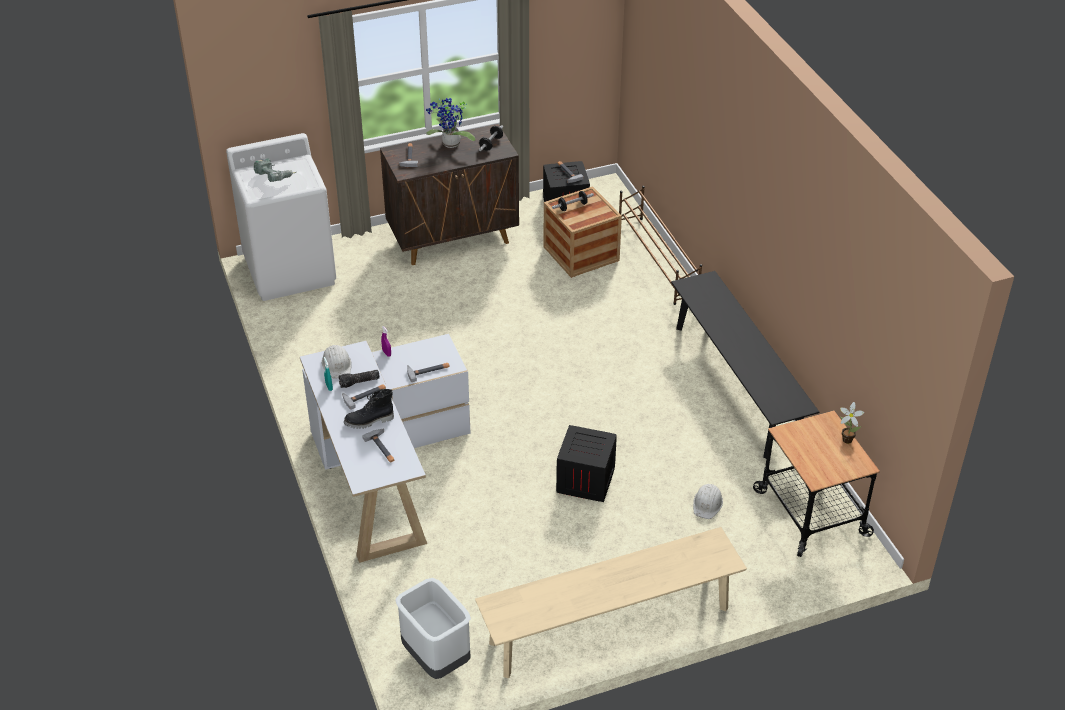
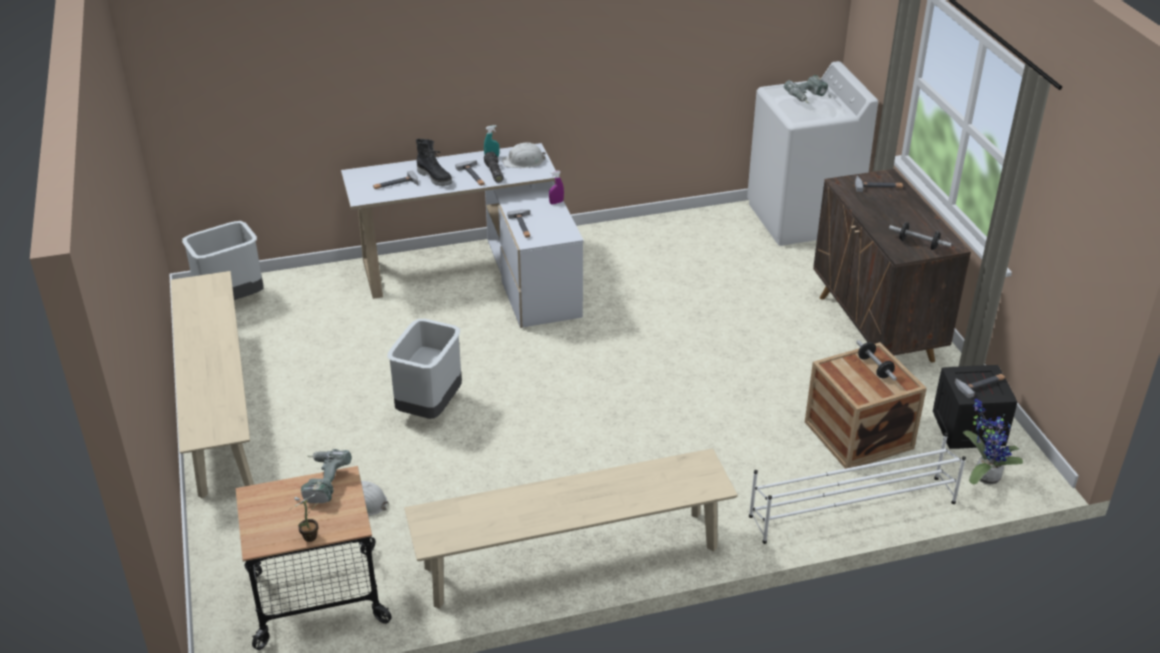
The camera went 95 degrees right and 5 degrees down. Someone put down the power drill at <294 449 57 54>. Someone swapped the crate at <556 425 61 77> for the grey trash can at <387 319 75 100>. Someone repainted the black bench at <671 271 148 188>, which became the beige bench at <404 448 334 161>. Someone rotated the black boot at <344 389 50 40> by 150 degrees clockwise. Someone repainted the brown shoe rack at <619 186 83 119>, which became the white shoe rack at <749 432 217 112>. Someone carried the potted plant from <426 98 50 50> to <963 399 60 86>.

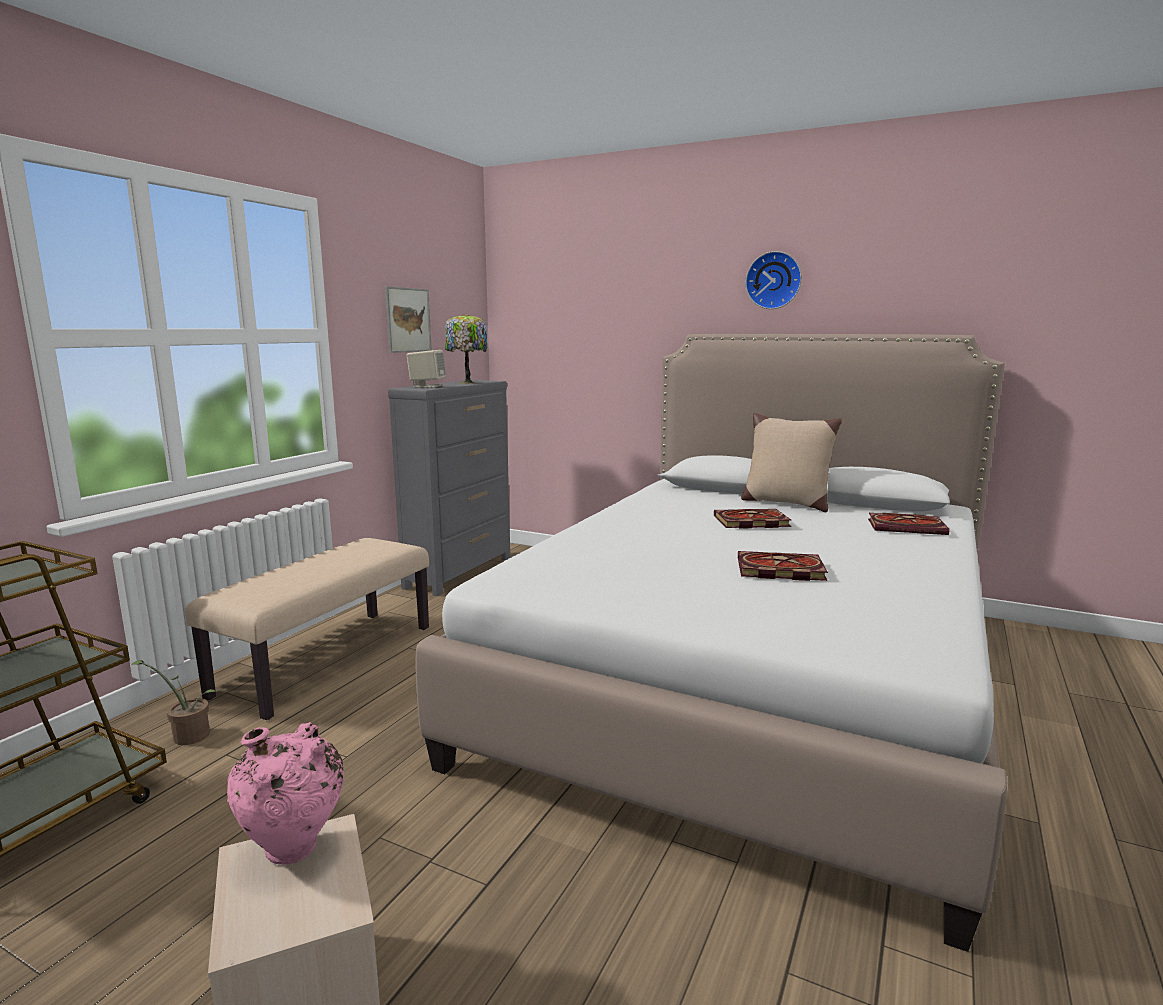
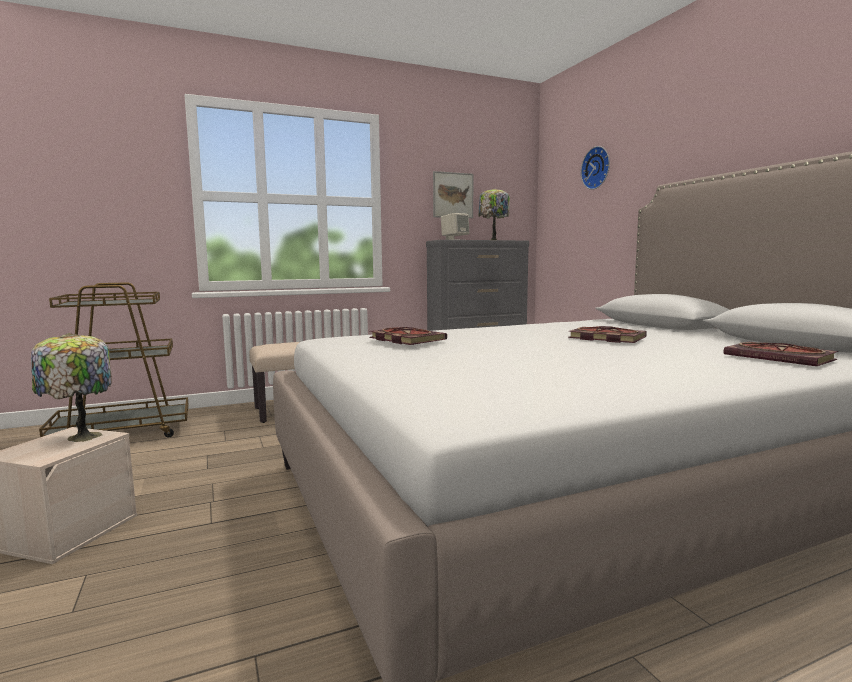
The camera went 40 degrees right and 5 degrees down. Someone swapped the pink vase at <227 722 117 143> for the table lamp at <31 333 81 109>. Someone carried the book from <738 551 90 30> to <369 327 78 18>. Someone carried the wall clock from <745 251 57 58> to <581 146 29 44>. Someone took away the potted plant at <131 660 86 85>. Someone took away the beige pillow at <741 413 101 99>.

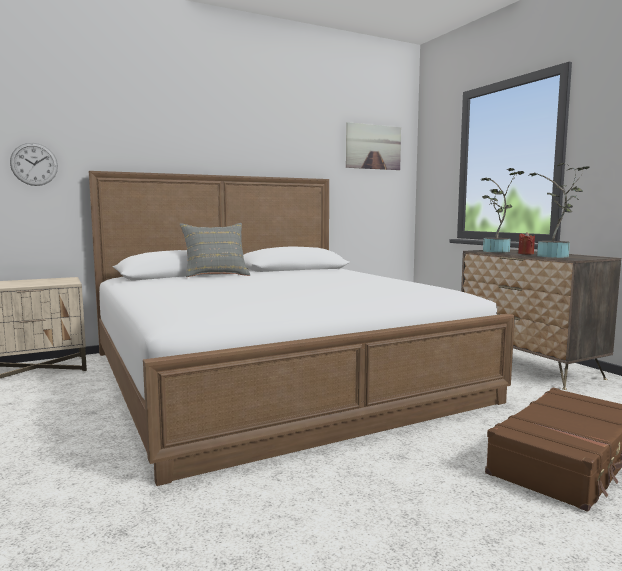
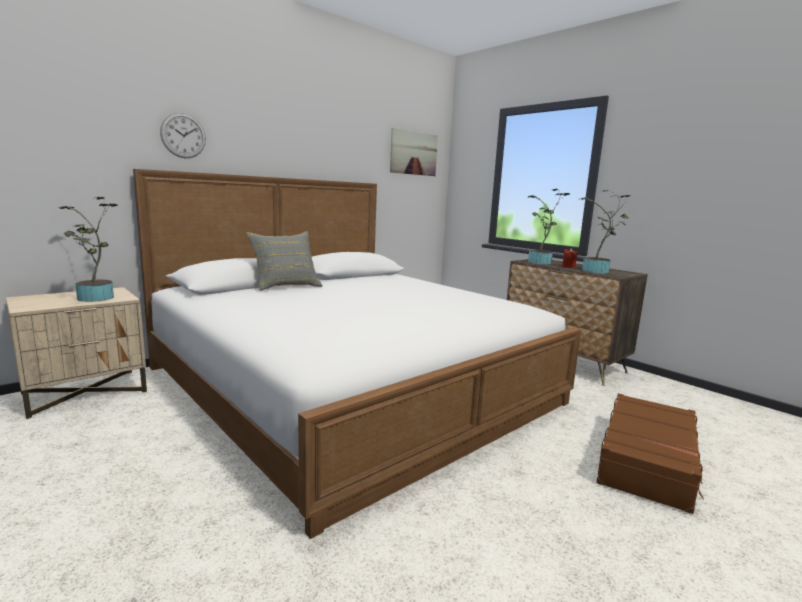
The camera went 15 degrees left and 5 degrees up. Someone put down the potted plant at <58 197 60 105>. Someone carried the wall clock from <10 143 48 43> to <160 113 46 45>.

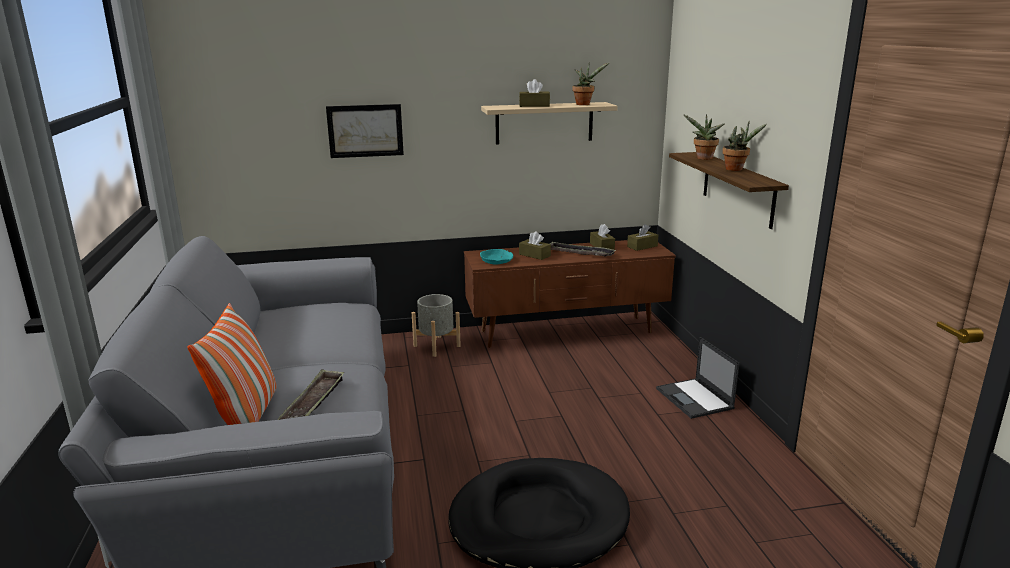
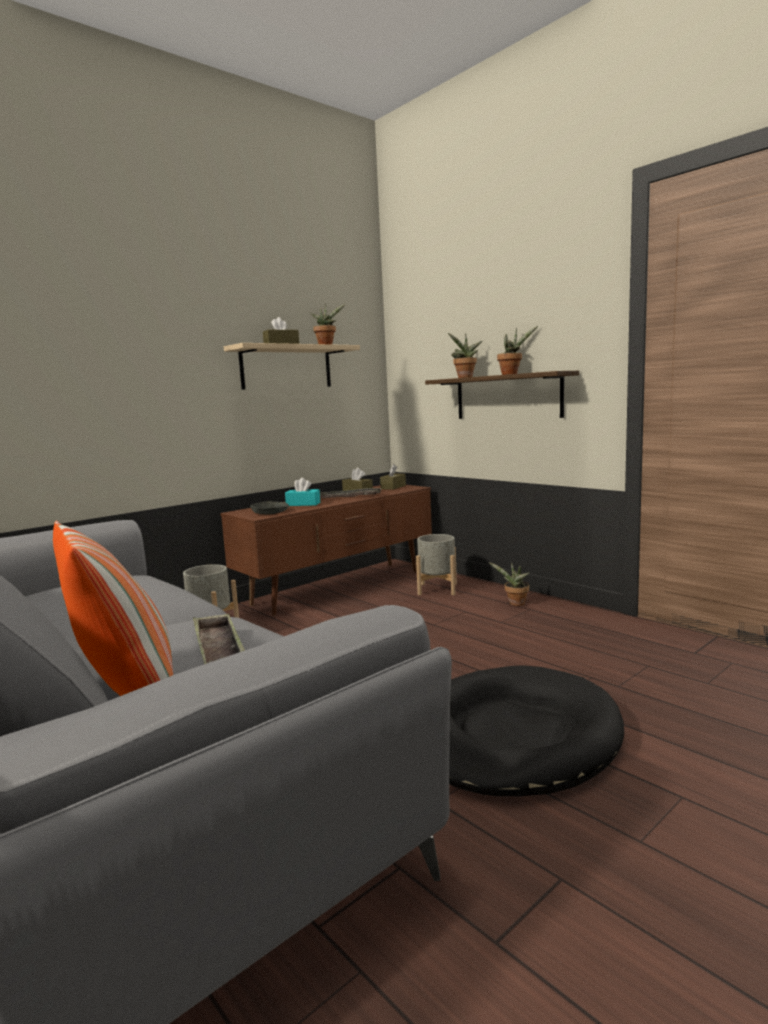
The camera went 30 degrees left and 10 degrees down. Someone repainted the turquoise bowl at <480 249 33 16>, which became the grey bowl at <250 501 39 14>. Someone repainted the brown tissue box at <519 231 32 29>, which became the turquoise tissue box at <285 478 35 28>. Someone put down the grey planter at <416 534 41 61>. Someone swapped the laptop at <656 337 83 82> for the potted plant at <489 562 40 44>. Someone took away the picture at <326 104 78 54>.

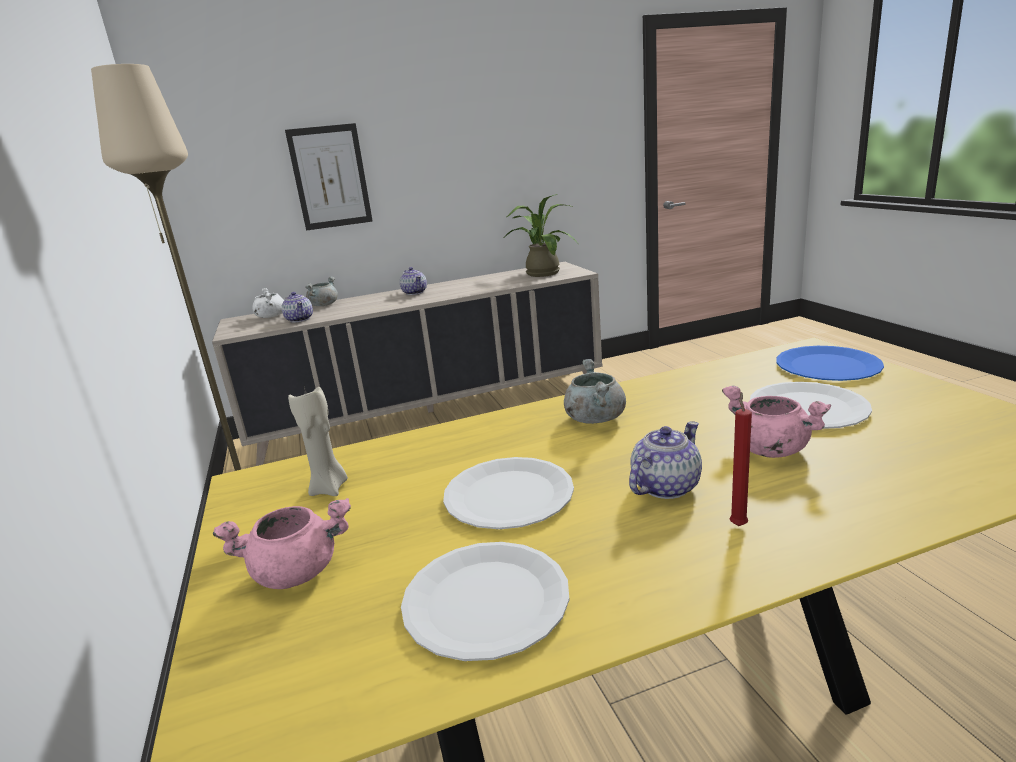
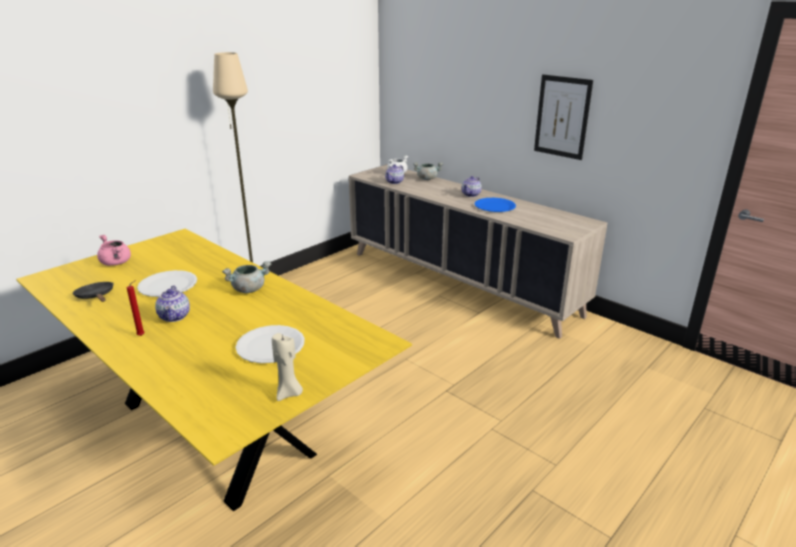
The camera went 60 degrees right and 5 degrees up. Someone swapped the white plate at <401 542 168 119> for the black frying pan at <73 282 41 20>. Someone rotated the teapot at <629 422 73 77> by 60 degrees clockwise. Someone carried the beige candle from <288 387 60 109> to <272 333 31 68>. Someone carried the blue plate from <776 346 108 35> to <475 198 41 14>. Someone carried the picture from <285 123 88 108> to <534 74 59 86>. Someone took away the potted plant at <504 194 74 83>. Someone took away the pink cooking pot at <722 386 109 72>.

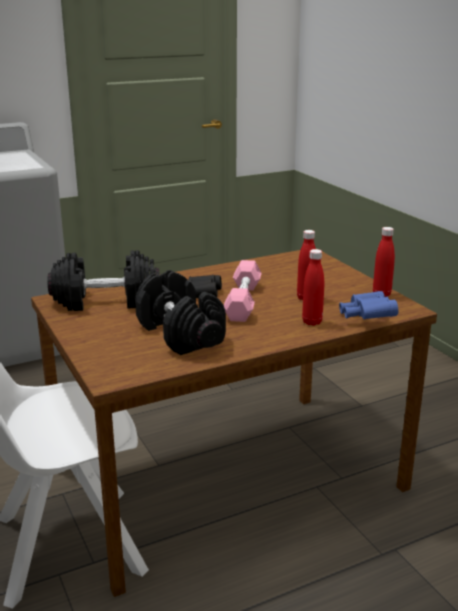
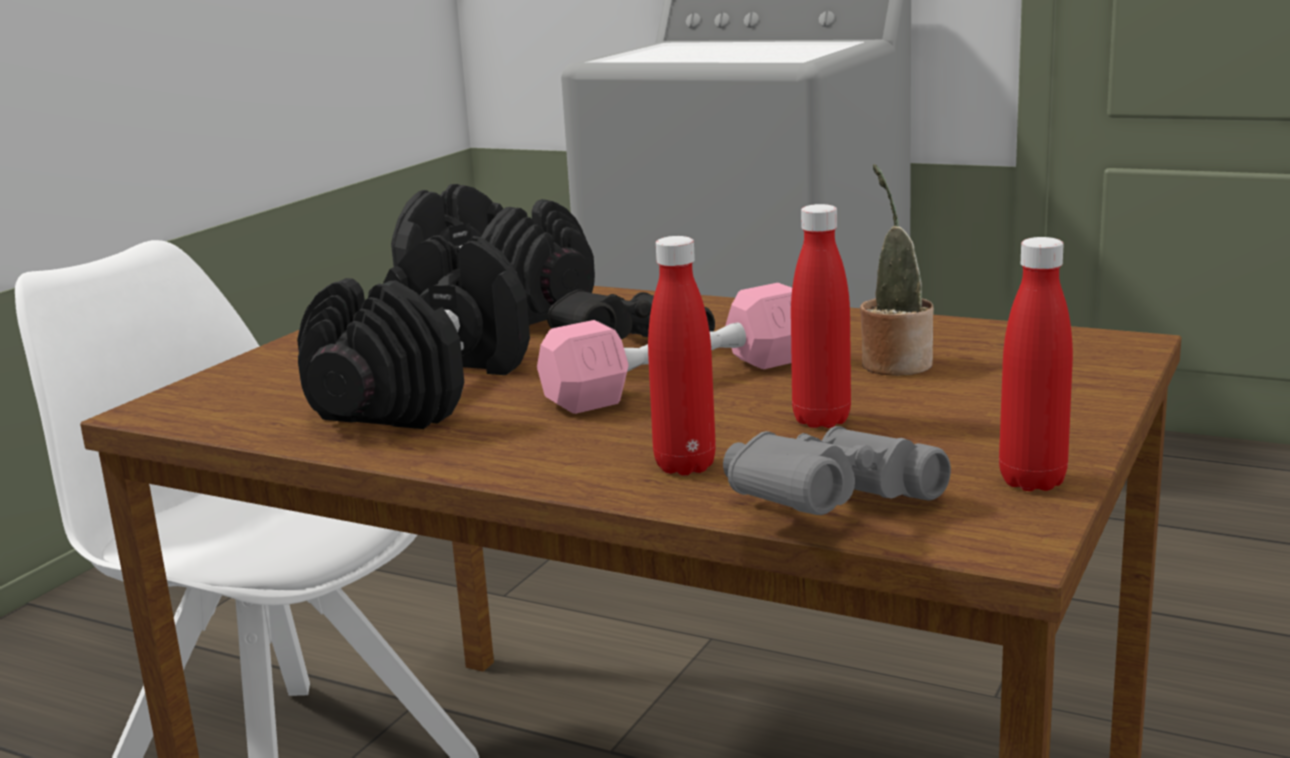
The camera went 55 degrees right and 5 degrees down. Someone repainted the blue binoculars at <339 291 59 29>, which became the grey binoculars at <723 426 228 89>. Someone put down the potted plant at <860 164 74 212>.

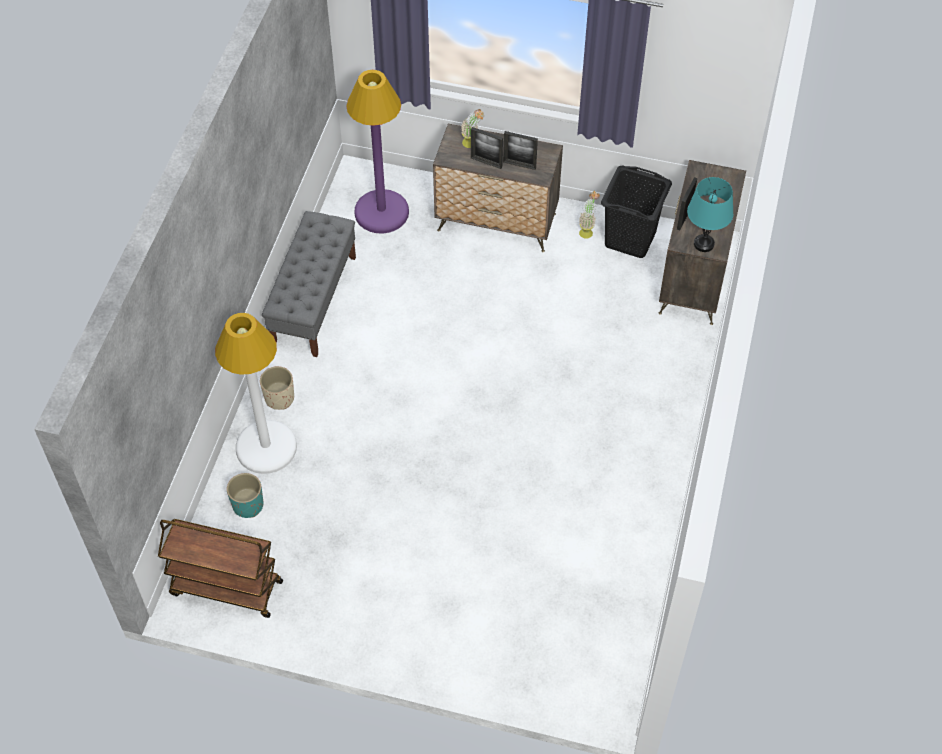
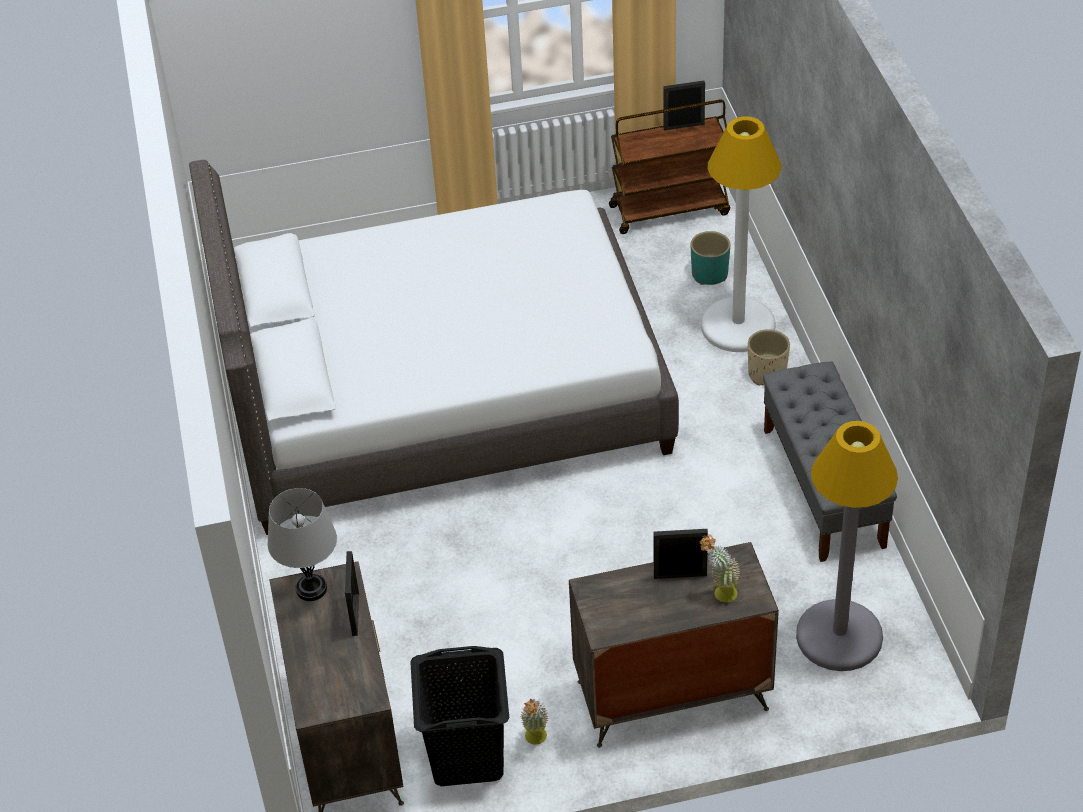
The camera went 155 degrees right and 10 degrees down. Someone put down the white bed at <189 160 490 375>. Someone repainted the turquoise table lamp at <687 177 46 75>, which became the grey table lamp at <268 488 69 113>. Someone carried the picture frame from <503 131 35 39> to <663 81 42 49>. Someone repainted the purple floor lamp at <346 70 63 164>, which became the grey floor lamp at <796 421 102 250>.

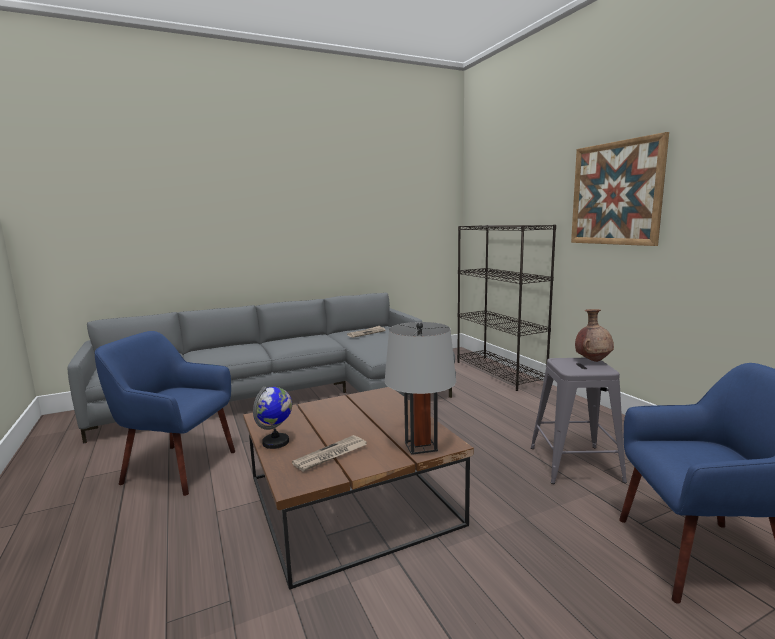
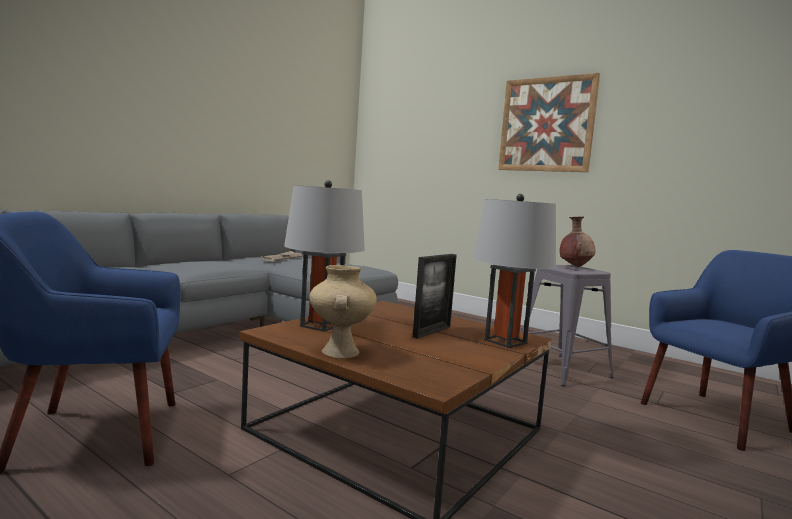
The camera went 30 degrees left and 5 degrees down. Someone put down the grey table lamp at <284 180 81 152>. Someone swapped the globe at <253 386 39 63> for the beige vase at <309 265 68 94>. Someone put down the picture frame at <413 254 44 85>. Someone took away the newspaper at <292 435 75 37>. Someone took away the black bookcase at <457 225 99 166>.

